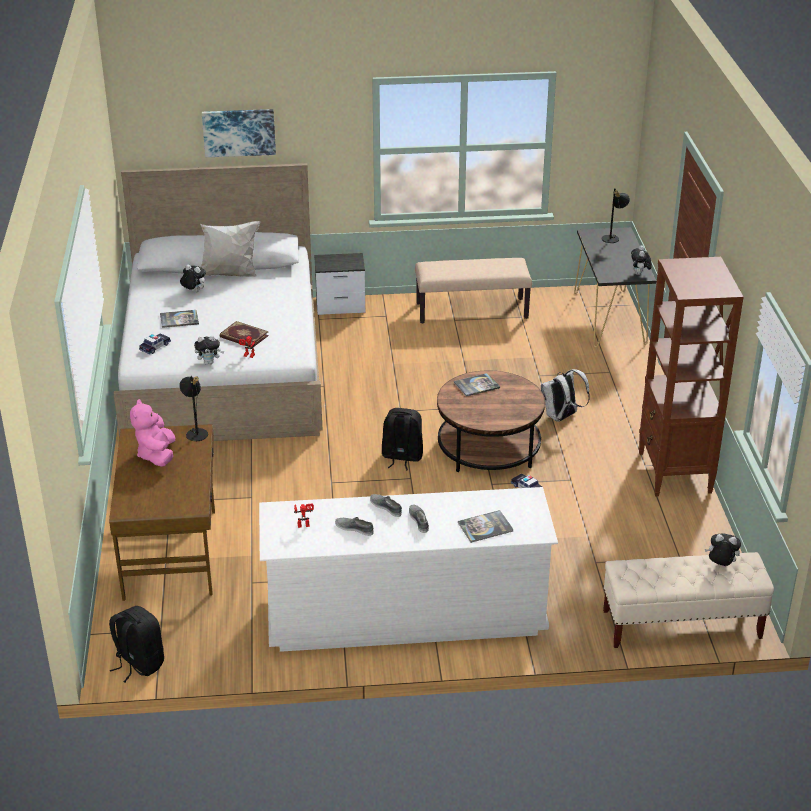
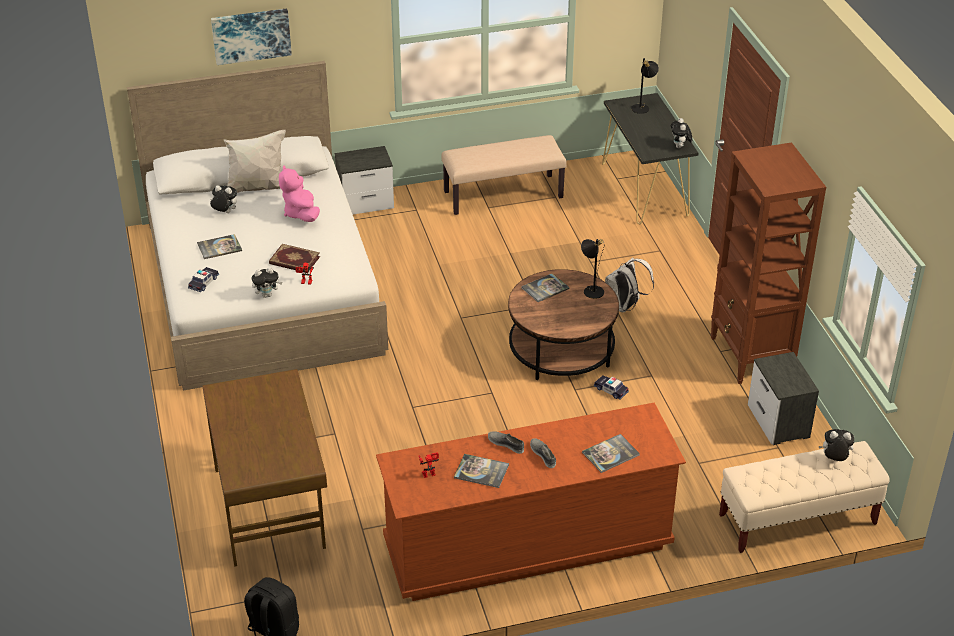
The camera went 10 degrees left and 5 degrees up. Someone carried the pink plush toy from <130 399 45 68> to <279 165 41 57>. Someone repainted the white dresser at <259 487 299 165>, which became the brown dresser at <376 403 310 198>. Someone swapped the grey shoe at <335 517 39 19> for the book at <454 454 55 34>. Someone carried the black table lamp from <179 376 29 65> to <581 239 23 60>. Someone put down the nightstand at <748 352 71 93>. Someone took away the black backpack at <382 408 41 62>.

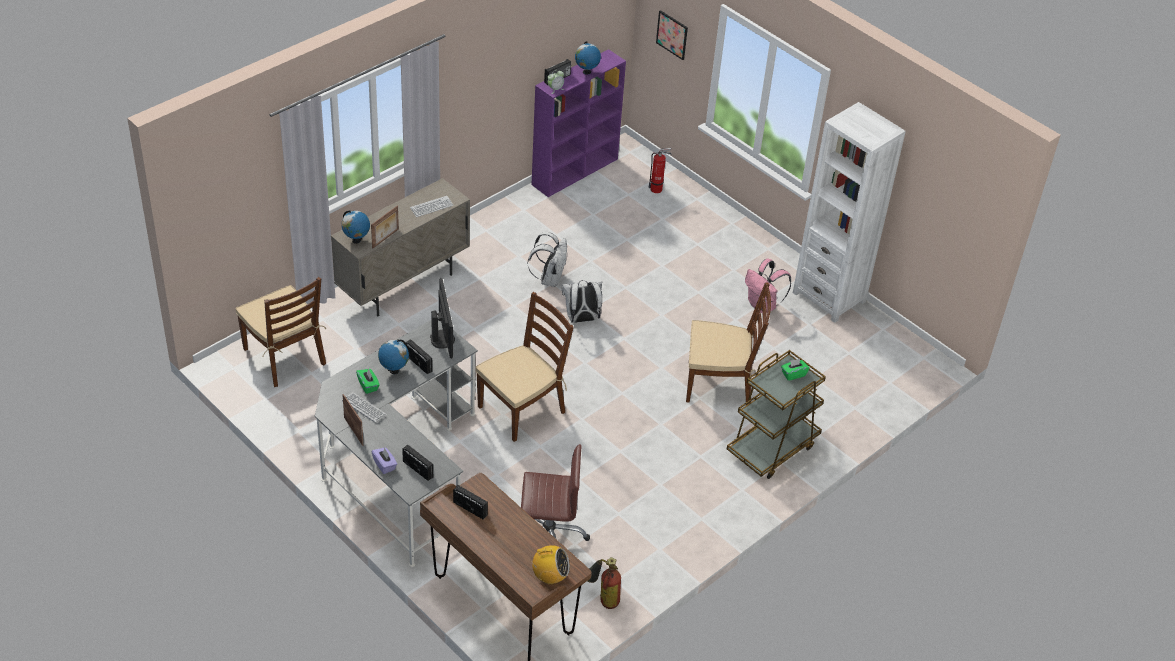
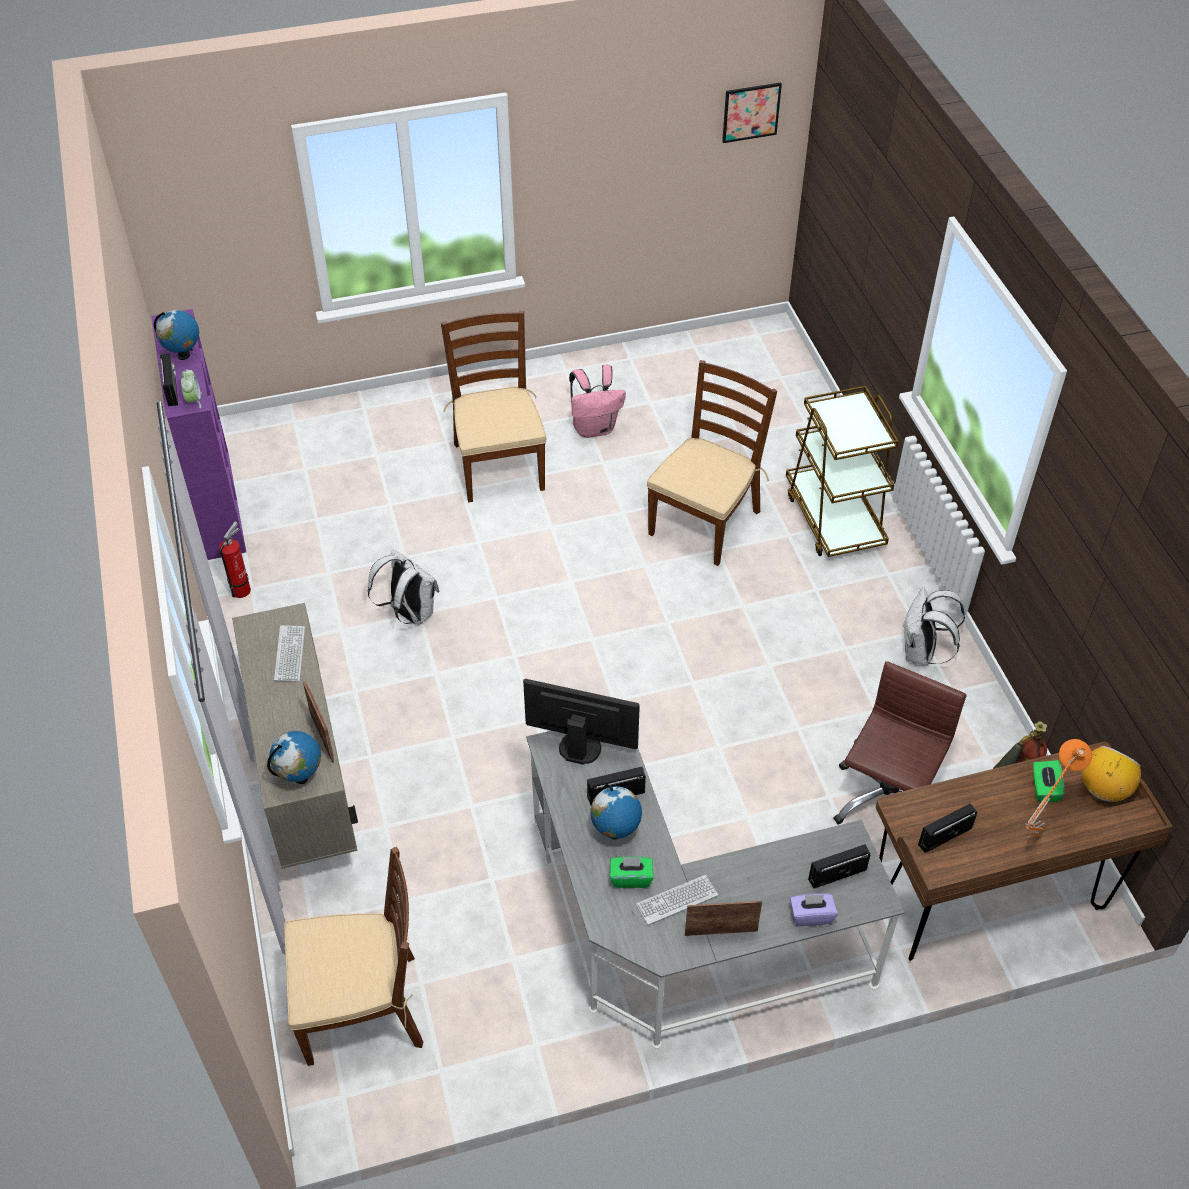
The camera went 60 degrees left and 5 degrees up. Someone carried the fire extinguisher from <649 148 23 45> to <219 521 32 77>. Someone carried the brown chair from <476 292 98 150> to <441 311 105 191>. Someone carried the picture from <656 10 32 50> to <722 82 60 61>. Someone carried the white backpack from <562 280 40 43> to <902 587 63 79>. Someone put down the orange table lamp at <1025 739 67 100>. Someone carried the green tissue box from <781 359 28 22> to <1033 760 31 42>. Someone took away the white bookcase at <793 102 113 221>.

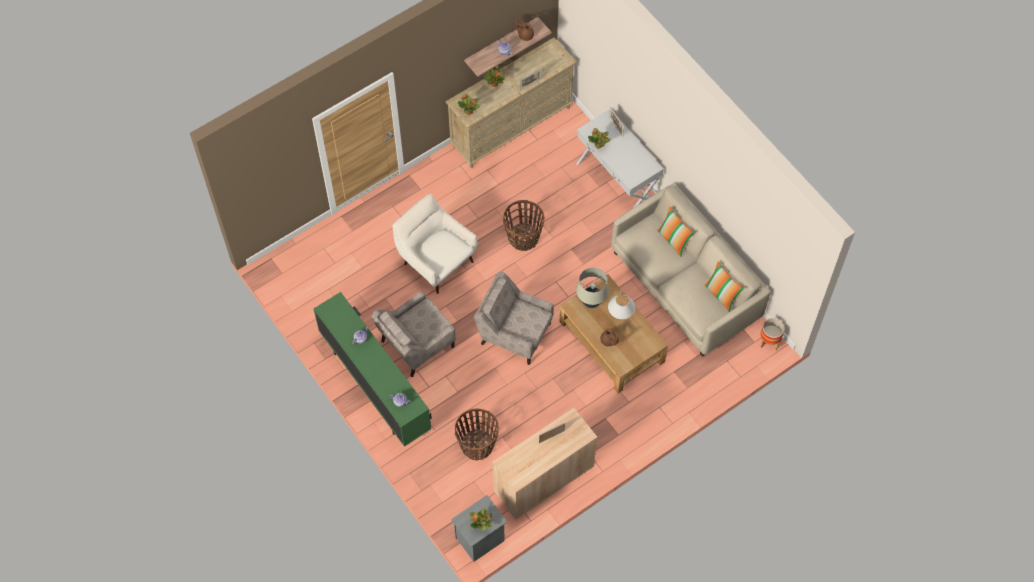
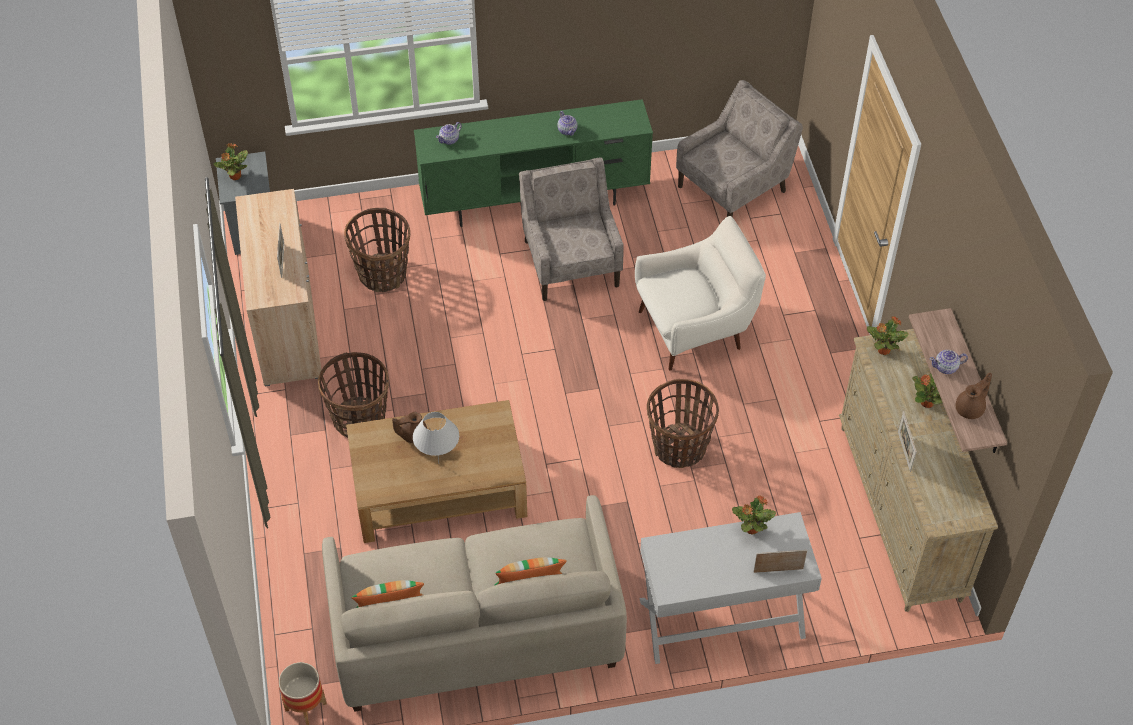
The camera went 115 degrees right and 10 degrees down. Someone put down the basket at <318 352 71 85>. Someone carried the beige armchair from <474 272 80 93> to <676 80 127 137>. Someone took away the beige table lamp at <576 268 33 40>.

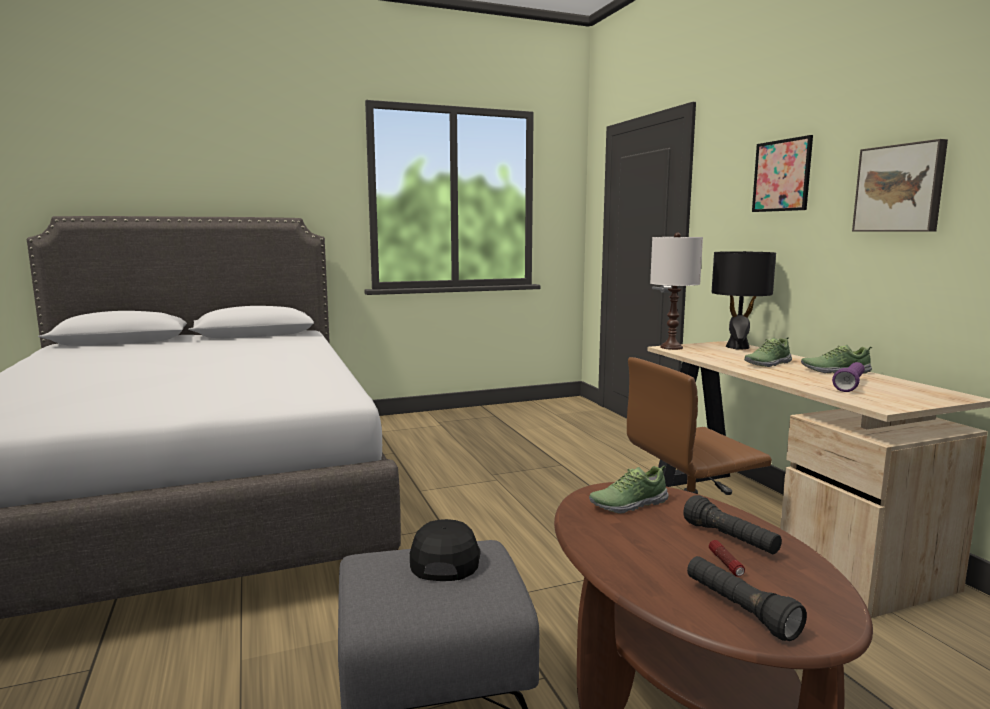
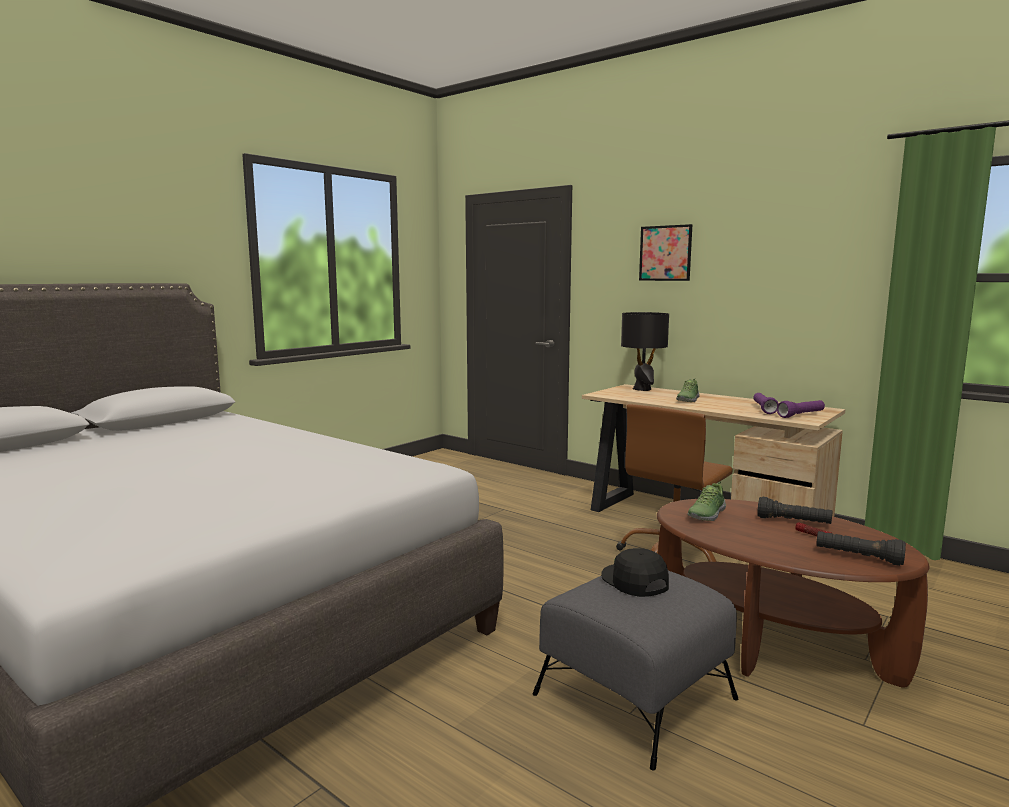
The camera went 30 degrees left and 0 degrees up. Someone put down the purple flashlight at <777 400 48 18>. Someone took away the white table lamp at <650 233 53 117>. Someone took away the shoe at <801 345 71 29>. Someone took away the picture at <852 139 96 93>.

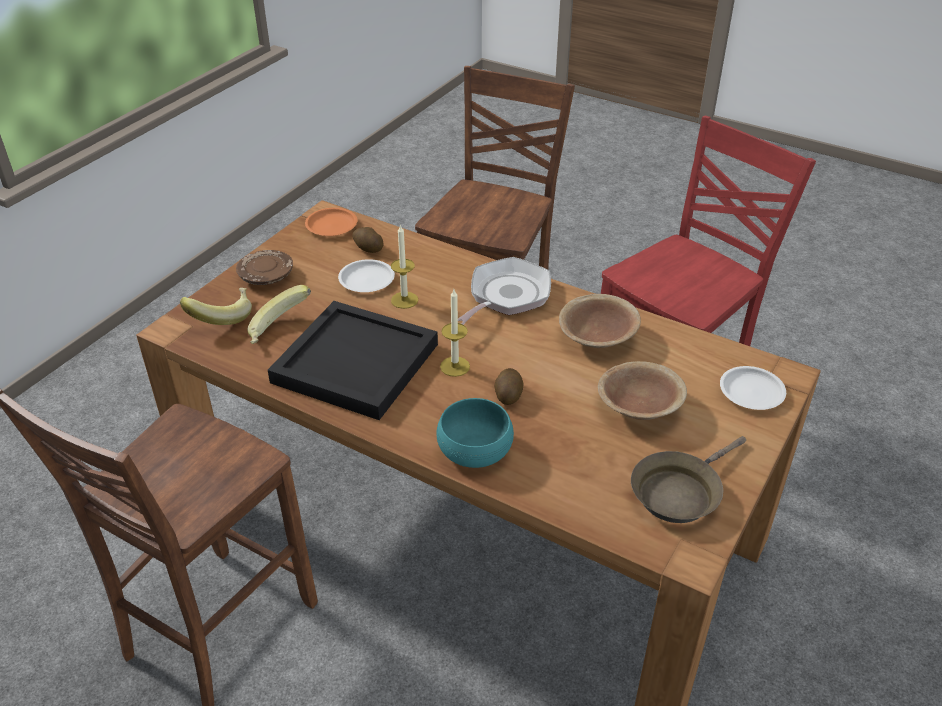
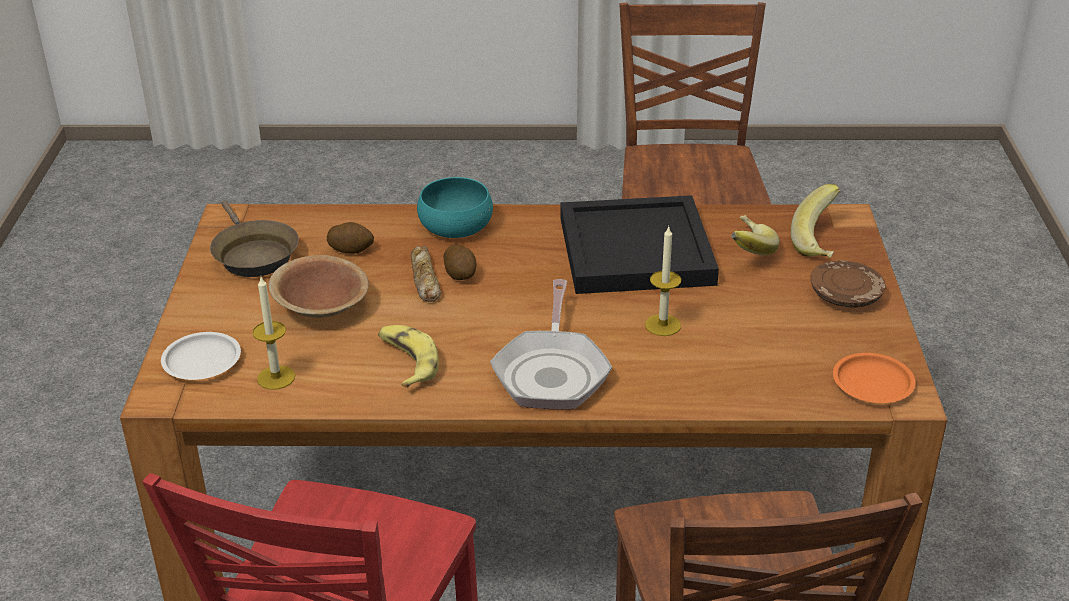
The camera went 150 degrees right and 5 degrees down. Someone rotated the brown frying pan at <631 436 115 87> by 135 degrees clockwise. Someone carried the candle from <440 289 30 88> to <252 277 44 113>. Someone carried the potato from <352 227 32 26> to <327 222 47 32>. Someone swapped the brown bowl at <559 294 82 54> for the banana at <378 325 61 63>. Someone put down the bread at <411 246 30 56>. Someone took away the white plate at <338 259 57 33>.

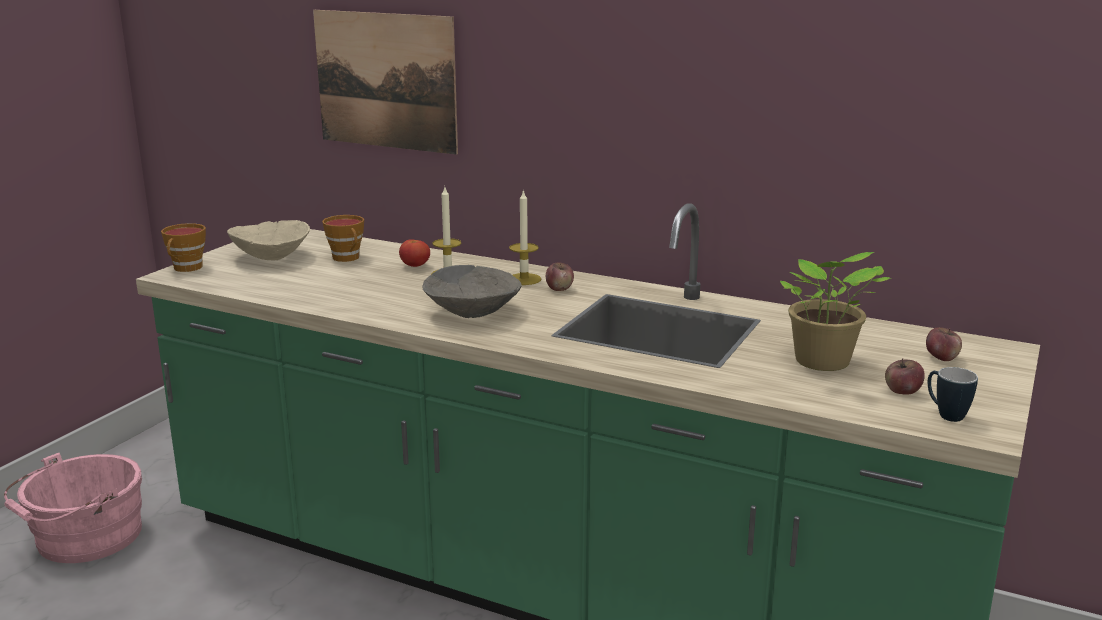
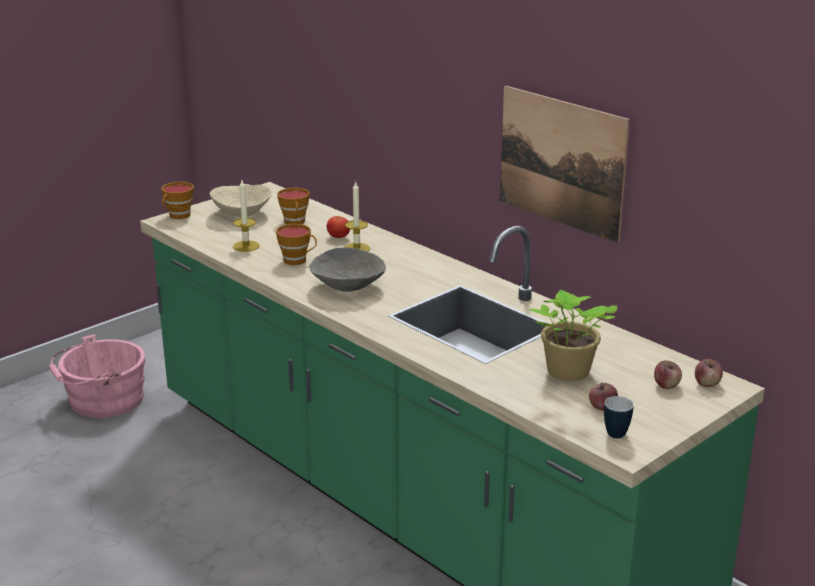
The camera went 20 degrees right and 5 degrees up. Someone carried the candle from <509 189 32 96> to <233 180 27 72>. Someone put down the cup at <276 224 41 41>. Someone carried the picture from <313 10 145 145> to <500 86 130 157>. Someone carried the apple from <546 263 28 28> to <695 359 28 28>.

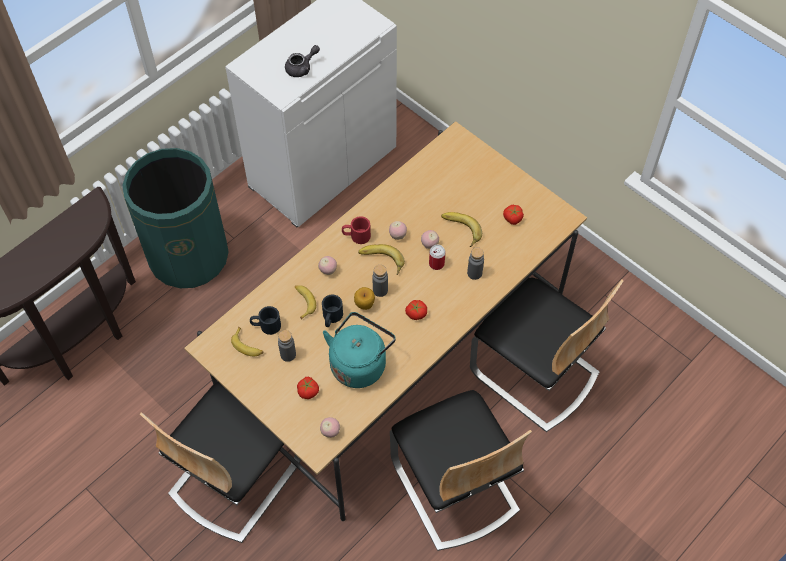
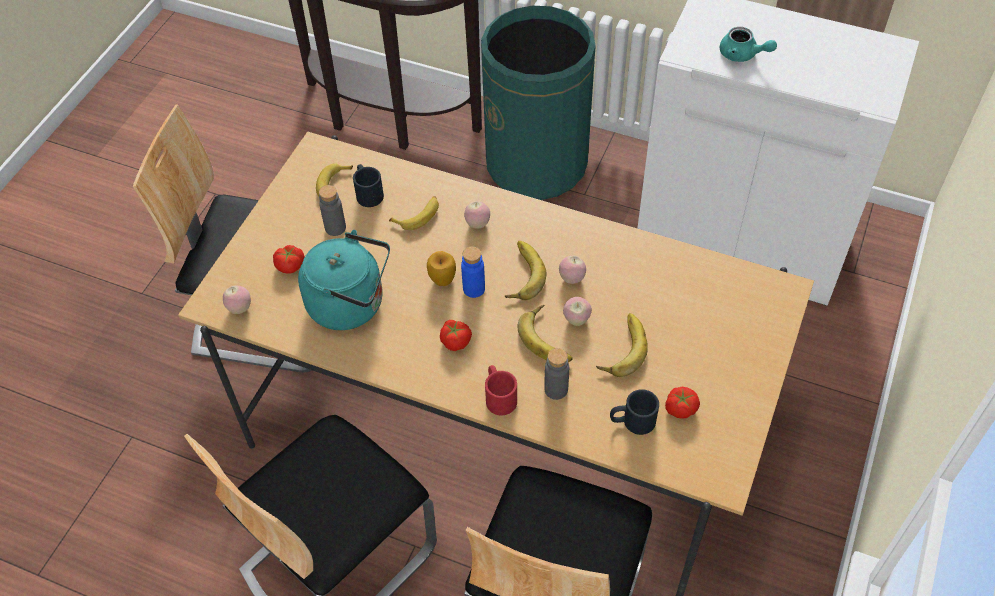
The camera went 70 degrees right and 5 degrees down. Someone repainted the grey bottle at <372 265 16 32>, which became the blue bottle at <461 246 24 52>. Someone carried the red mug from <342 216 29 28> to <485 365 32 51>. Someone swapped the can at <429 245 16 25> for the banana at <518 305 55 57>. Someone carried the black mug from <322 295 21 32> to <610 389 49 46>. Someone repainted the grey teapot at <285 45 35 32>, which became the turquoise teapot at <720 27 57 35>.

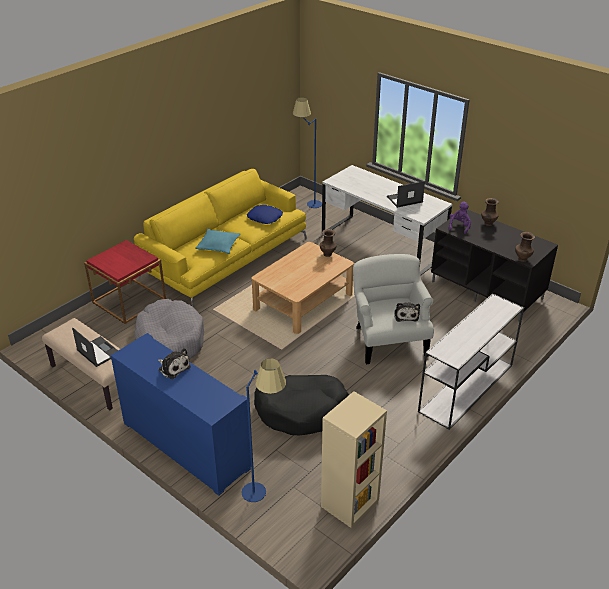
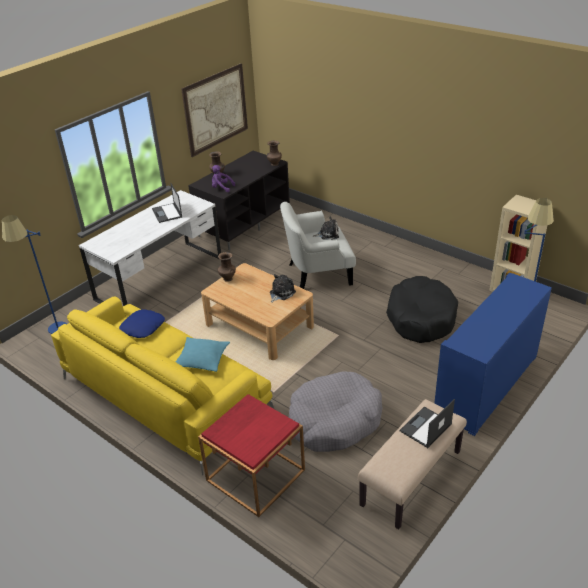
The camera went 90 degrees left and 0 degrees up. Someone put up the picture at <181 63 67 94>. Someone carried the plush toy from <158 348 33 31> to <270 274 26 29>. Someone took away the white console table at <418 293 106 137>.

